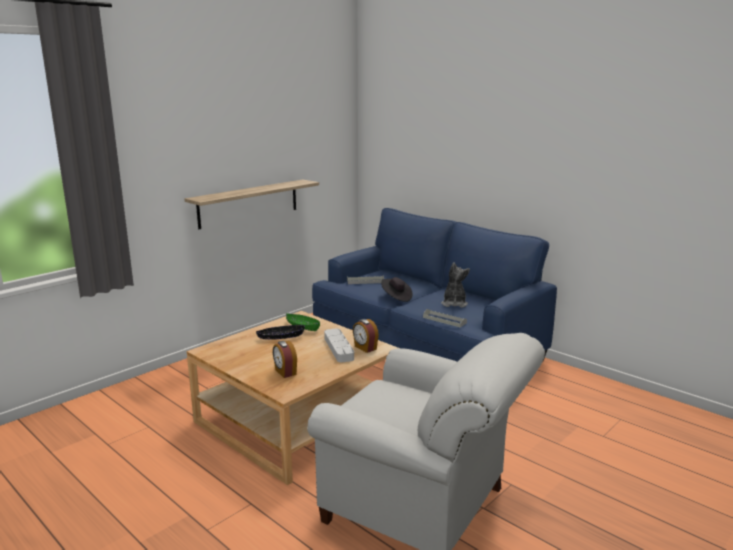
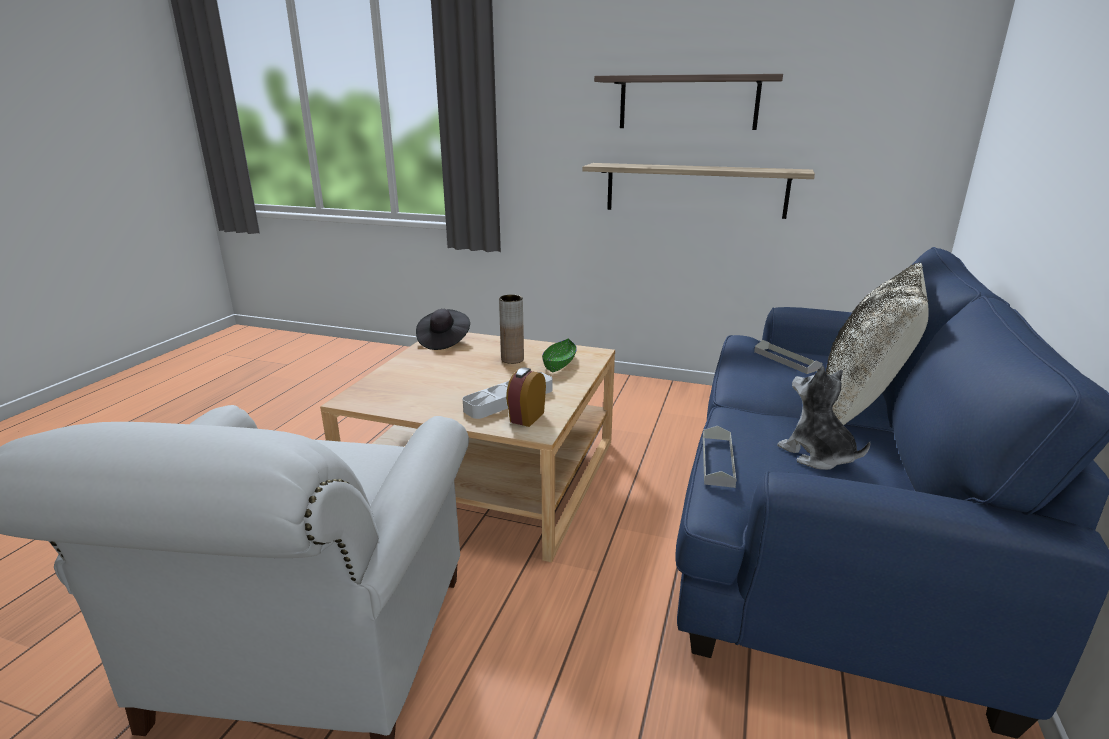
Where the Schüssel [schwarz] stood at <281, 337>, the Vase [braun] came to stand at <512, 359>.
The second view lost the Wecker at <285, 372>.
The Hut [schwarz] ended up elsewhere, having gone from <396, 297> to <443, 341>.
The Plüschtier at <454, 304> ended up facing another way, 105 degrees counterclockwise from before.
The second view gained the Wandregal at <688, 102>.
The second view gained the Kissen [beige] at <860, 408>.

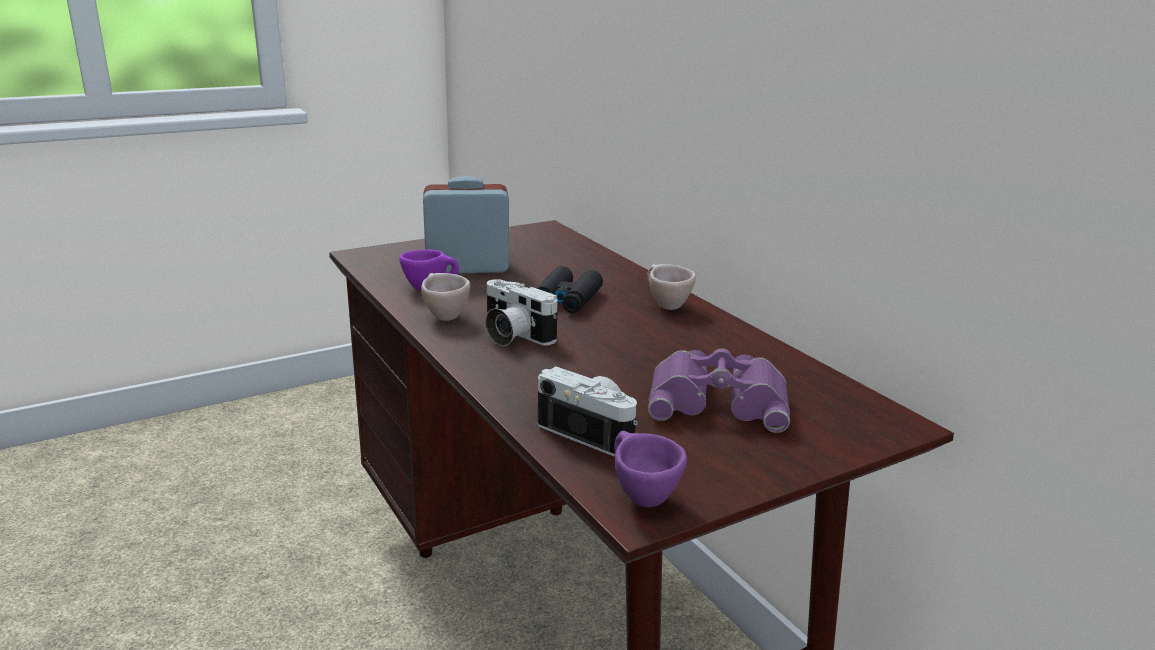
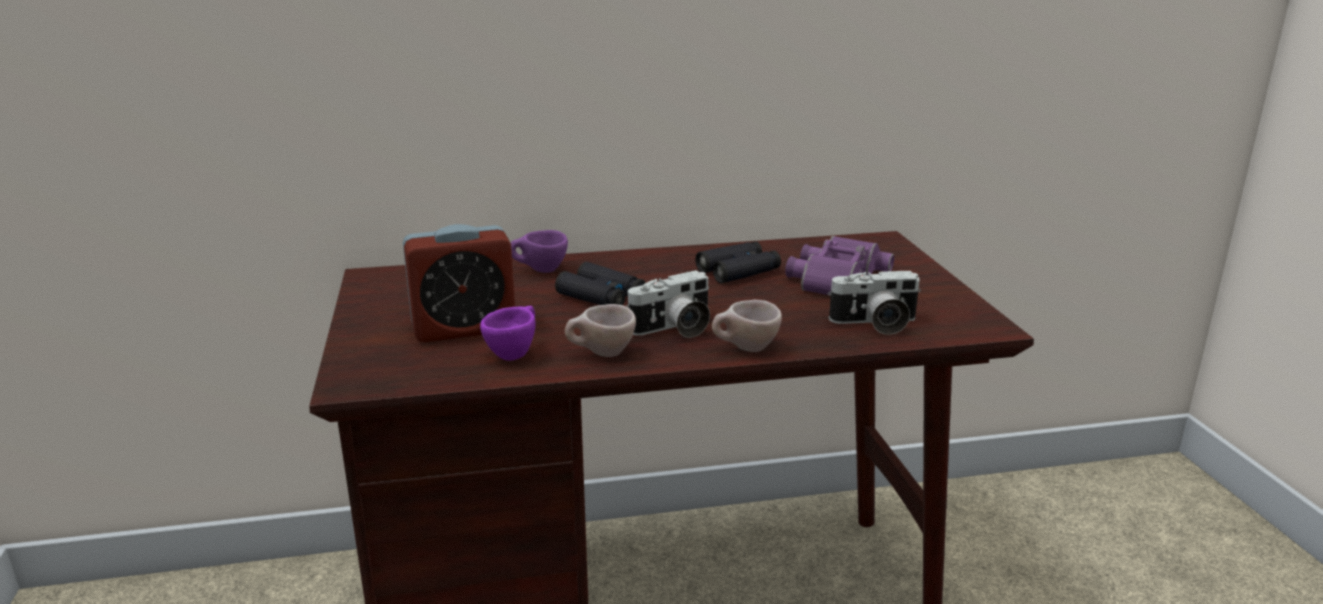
The Wecker at <467, 267> ended up facing another way, 120 degrees counterclockwise from before.
The Kamera at <593, 432> ended up facing another way, 150 degrees counterclockwise from before.
The Tasse [lila] ended up elsewhere, having gone from <639, 495> to <539, 271>.
The Tasse [beige] ended up elsewhere, having gone from <664, 305> to <745, 349>.
The second view gained the Fernglas [schwarz] at <738, 271>.

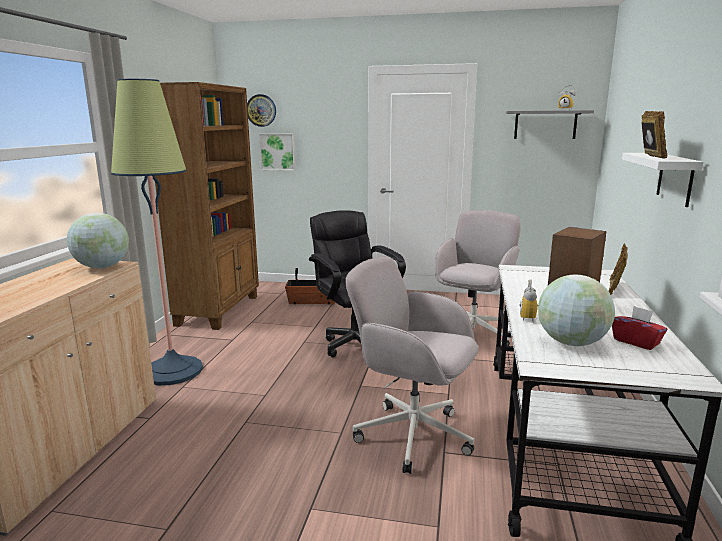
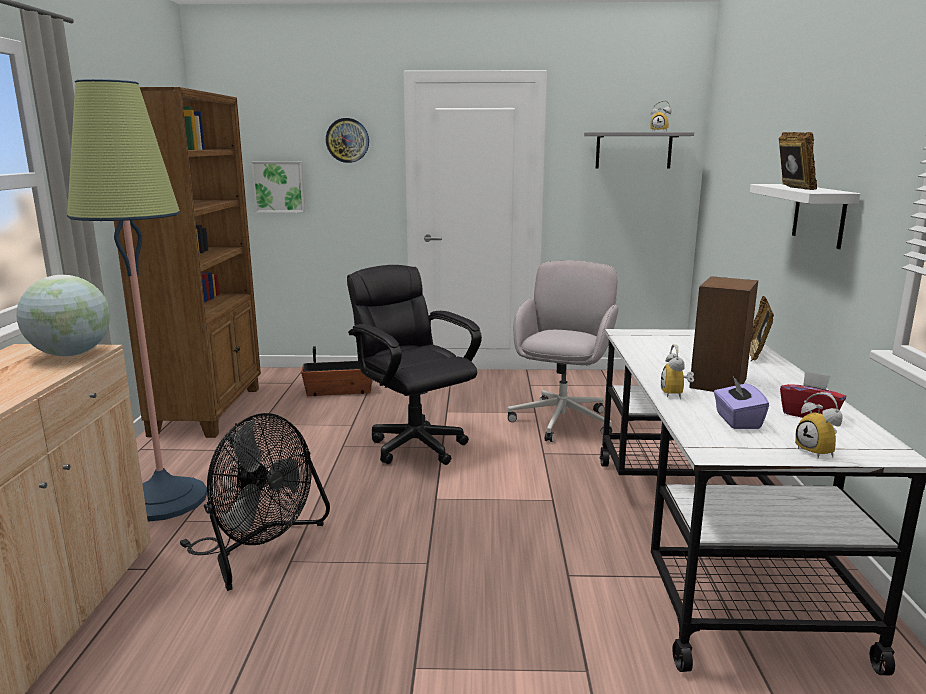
The Wanduhr ended up elsewhere, having gone from <261, 110> to <347, 140>.
The second view lost the Bürostuhl [grau] at <412, 435>.
Where the Globus stood at <571, 343>, the Taschentuchbox [lila] came to stand at <737, 421>.
The second view gained the Ventilator [schwarz] at <255, 549>.
The second view gained the Wecker at <819, 452>.

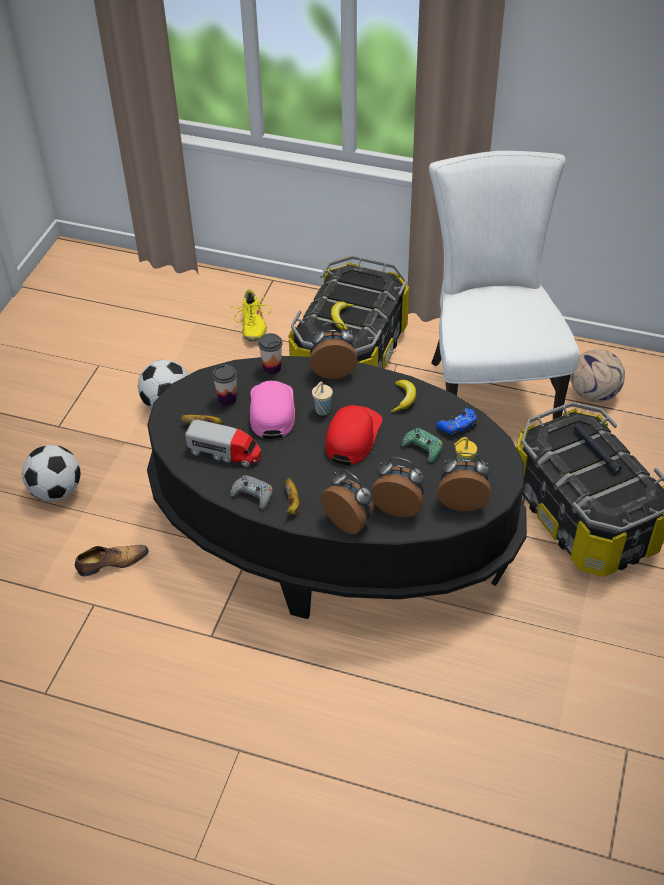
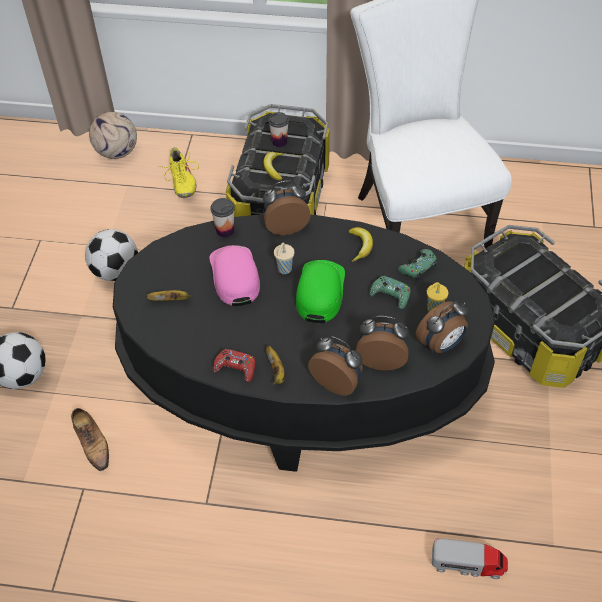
The Schuh at <111, 563> ended up facing another way, 90 degrees clockwise from before.
The Spielzeuglaster ended up elsewhere, having gone from <225, 452> to <468, 563>.
The Tasse ended up elsewhere, having gone from <227, 399> to <279, 142>.
What was the Gamepad [grau] at <253, 495> turned into the Gamepad [rot] at <235, 368>.
What was the Kappe [rot] at <352, 436> turned into the Kappe [grün] at <320, 292>.
What was the Gamepad [blau] at <457, 425> turned into the Gamepad [grün] at <418, 267>.
The Wecker at <462, 501> ended up facing another way, 150 degrees clockwise from before.
The Fußball ended up elsewhere, having gone from <593, 393> to <117, 152>.
The second view lost the Taschenlampe [schwarz] at <595, 451>.

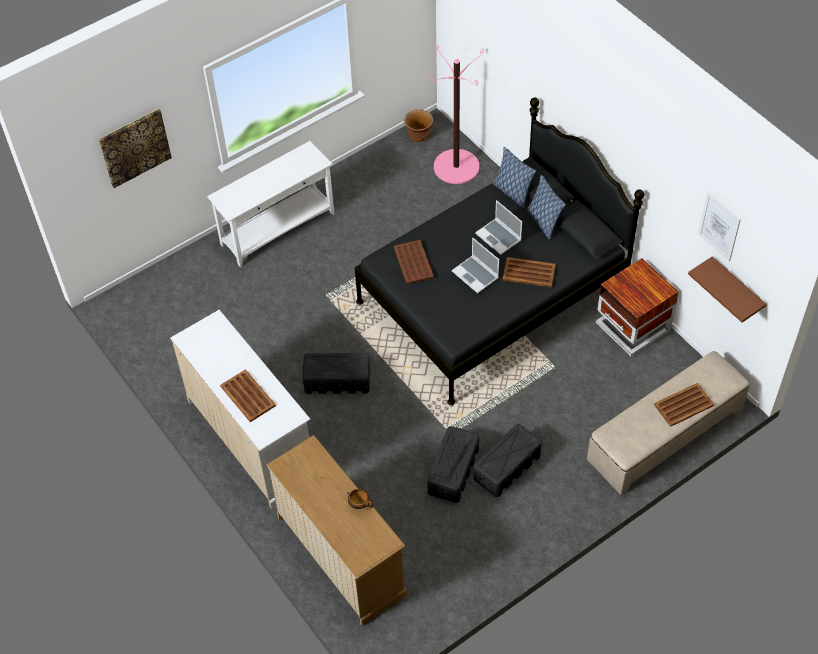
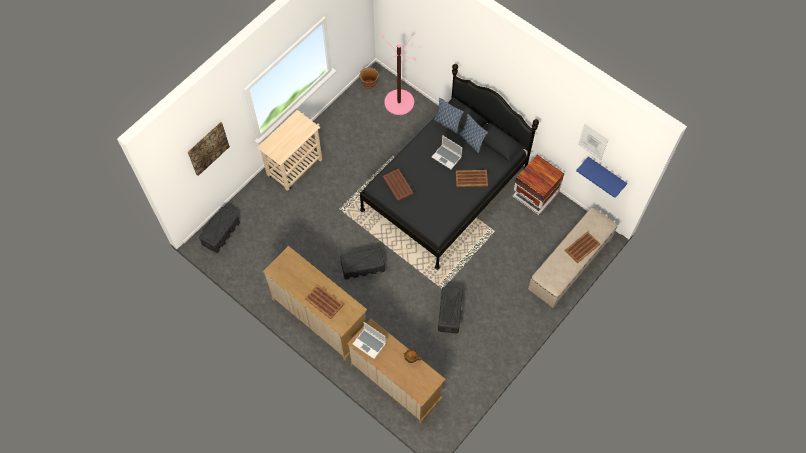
What was the Kommode [weiß] at <252, 438> turned into the Kommode [braun] at <320, 316>.
Where the Konsolentisch [weiß] stood at <278, 229>, the Rollwagen [beige] came to stand at <295, 167>.
The Laptop ended up elsewhere, having gone from <476, 275> to <370, 343>.
The Aufbewahrungsbox [schwarz] ended up elsewhere, having gone from <507, 467> to <221, 233>.
What was the Wandregal [braun] at <736, 288> turned into the Wandregal [blau] at <606, 173>.

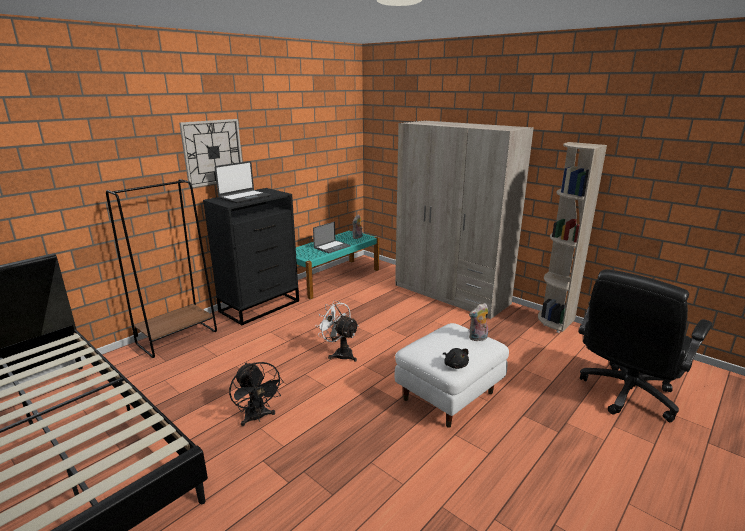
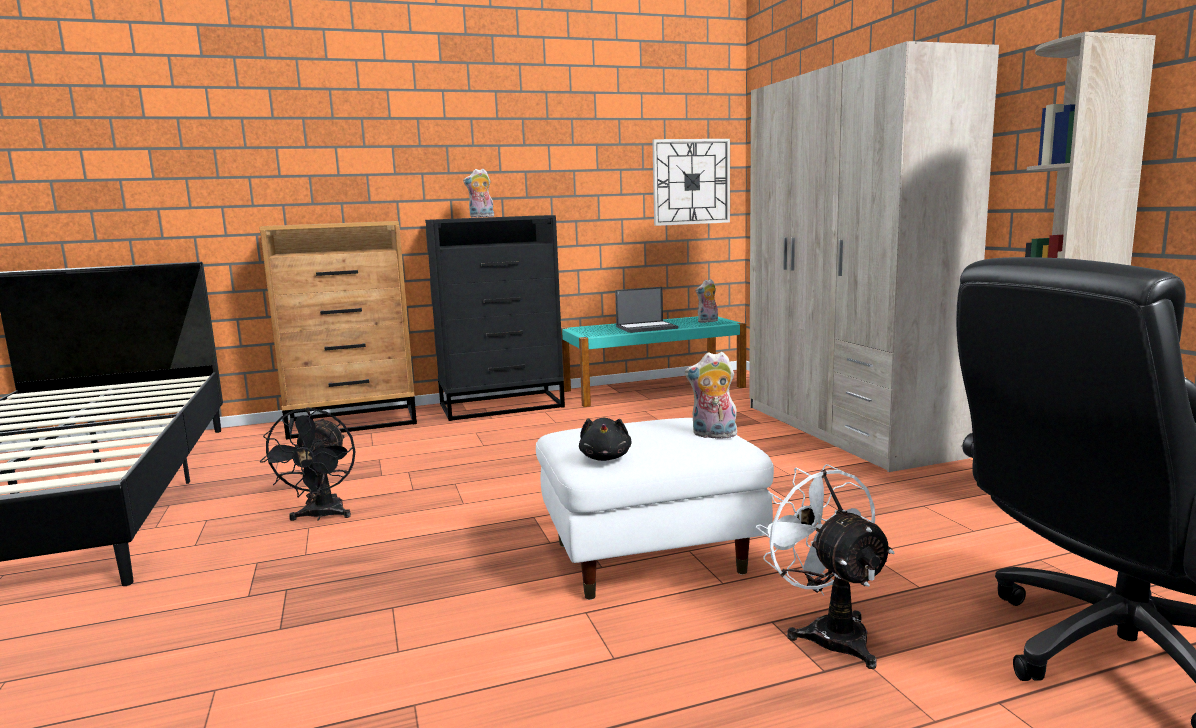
Where the Kleiderständer stood at <177, 338>, the Kommode [braun] came to stand at <354, 422>.
The Wanduhr ended up elsewhere, having gone from <213, 152> to <691, 182>.
Where the Laptop stood at <244, 197>, the Plüschtier came to stand at <481, 217>.
The Ventilator [weiß] ended up elsewhere, having gone from <340, 353> to <828, 632>.

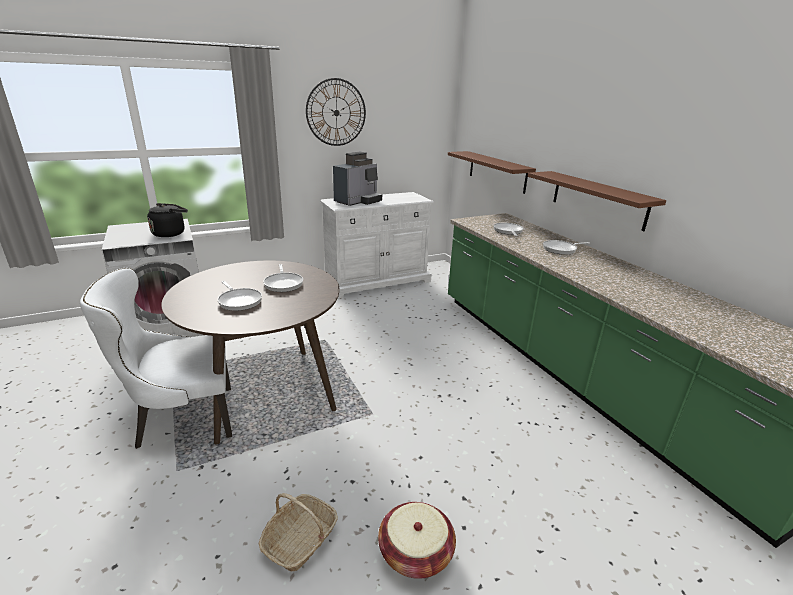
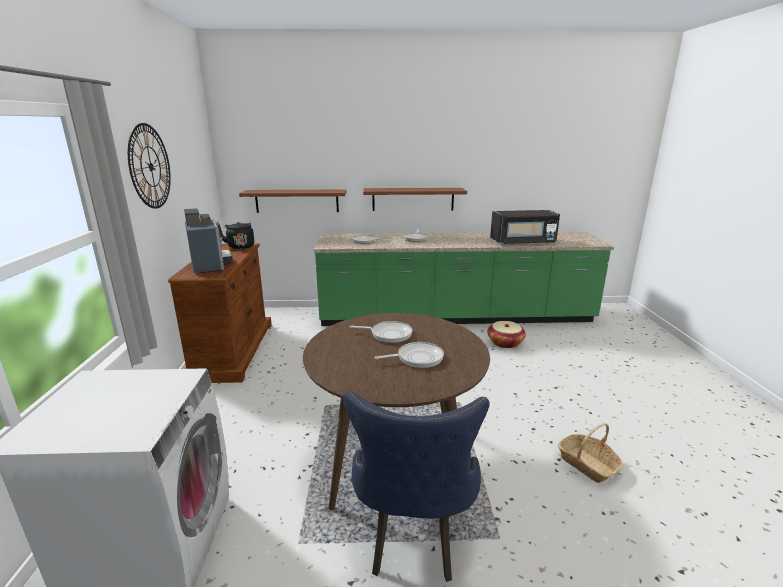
What was the Stuhl [weiß] at <182, 419> turned into the Stuhl [blau] at <413, 533>.
The Wasserkessel [schwarz] ended up elsewhere, having gone from <170, 233> to <240, 246>.
What was the Kommode [weiß] at <377, 280> turned into the Kommode [braun] at <232, 350>.
The Korb ended up elsewhere, having gone from <415, 552> to <505, 343>.
The second view gained the Mikrowelle [schwarz] at <523, 242>.

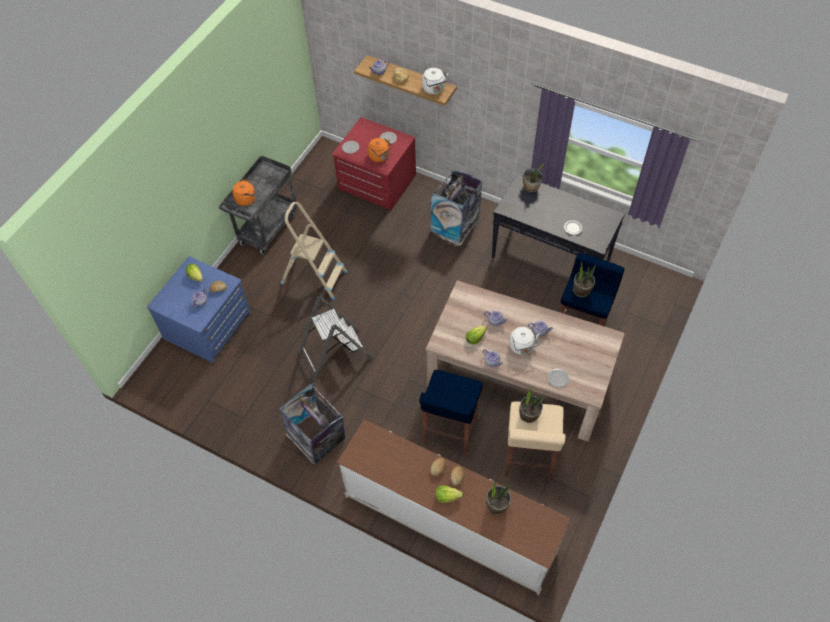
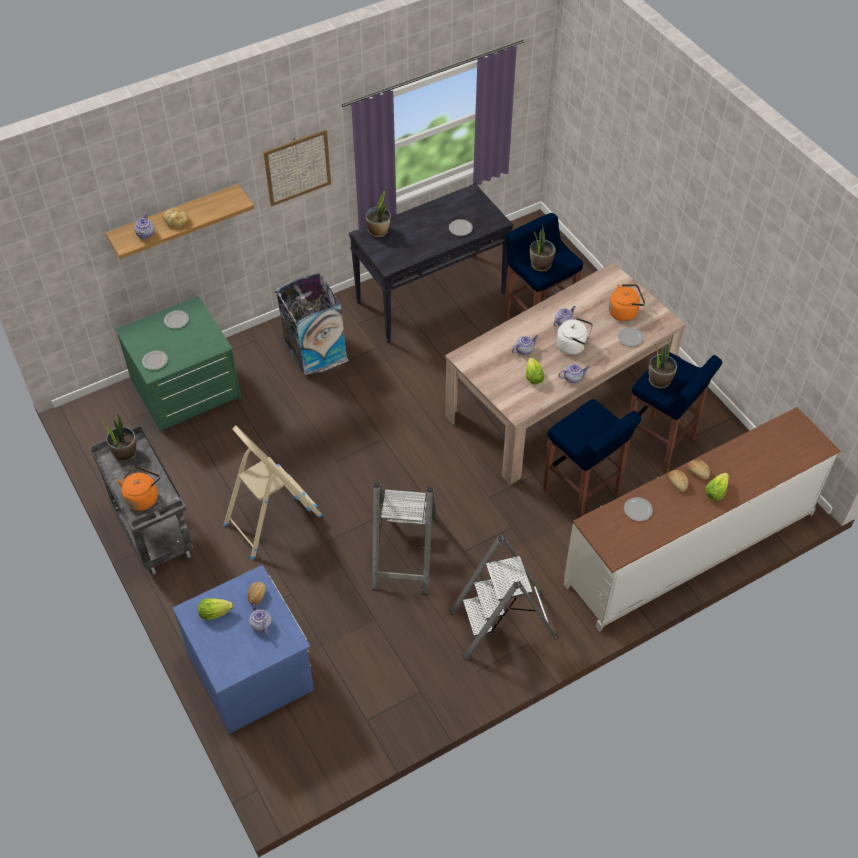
Where the Mülleimer stood at <317, 438>, the Trittleiter [grau] came to stand at <504, 624>.
What was the Kommode [rot] at <376, 183> turned into the Kommode [grün] at <186, 390>.
The Wasserkessel [orange] ended up elsewhere, having gone from <380, 157> to <624, 312>.
The second view lost the Wasserkessel [weiß] at <434, 89>.
The Topfpflanze ended up elsewhere, having gone from <497, 505> to <125, 453>.
What was the Hocker [beige] at <528, 460> turned into the Hocker [blau] at <659, 444>.
The second view gained the Bild at <297, 166>.
The second view gained the Teller at <637, 509>.

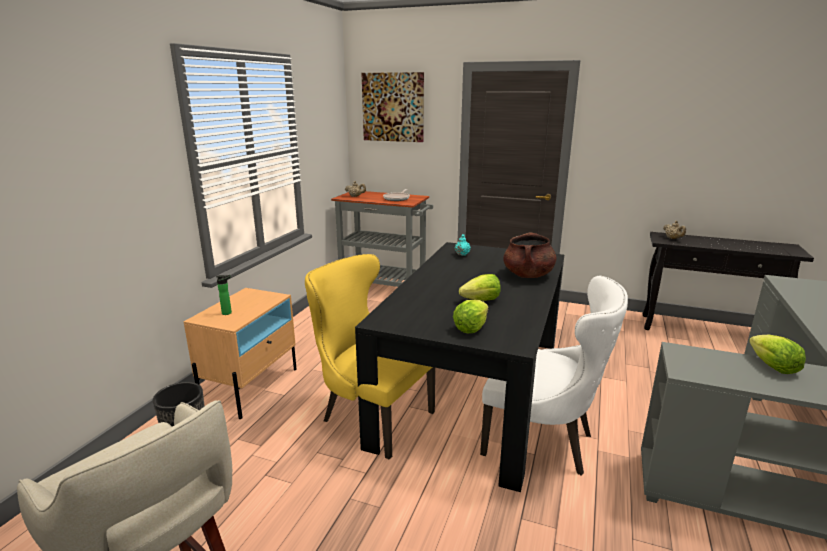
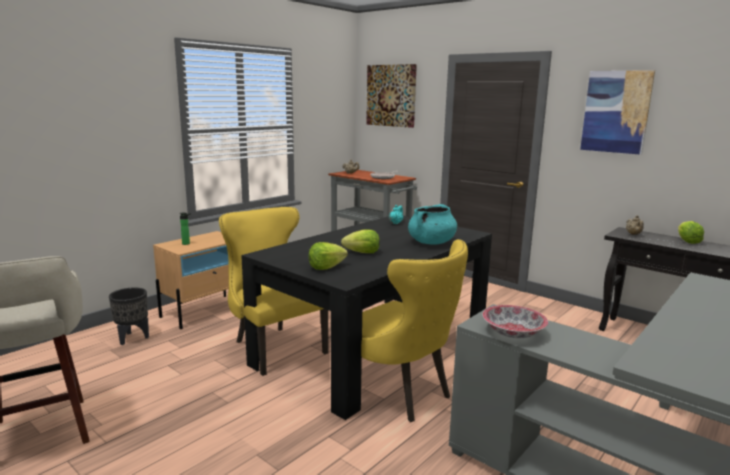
What was the Stuhl [weiß] at <542, 442> turned into the Stuhl [gelb] at <400, 392>.
What was the Kochtopf [braun] at <528, 275> turned into the Kochtopf [türkis] at <431, 242>.
The Salatkopf ended up elsewhere, having gone from <772, 366> to <687, 241>.
The second view gained the Schüssel at <513, 333>.
The second view gained the Bild at <616, 112>.

